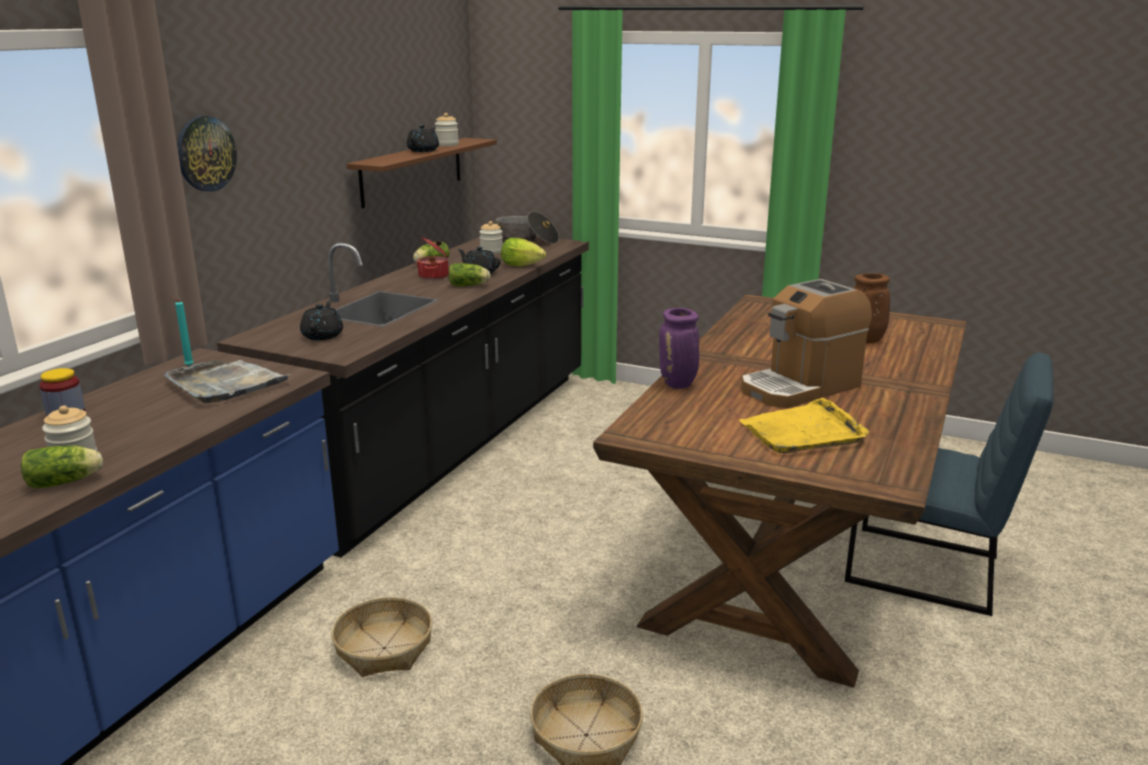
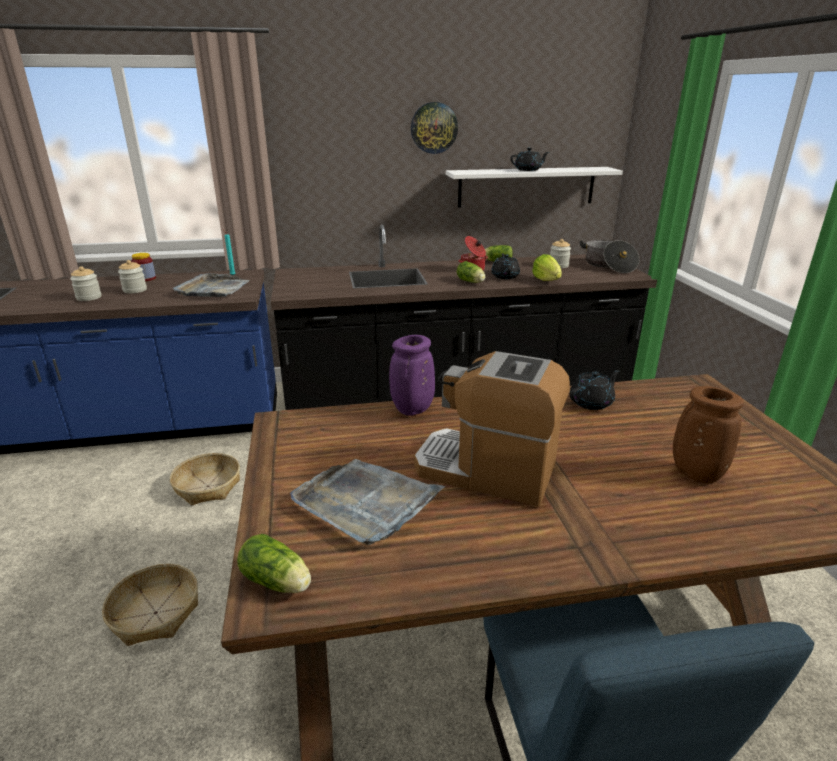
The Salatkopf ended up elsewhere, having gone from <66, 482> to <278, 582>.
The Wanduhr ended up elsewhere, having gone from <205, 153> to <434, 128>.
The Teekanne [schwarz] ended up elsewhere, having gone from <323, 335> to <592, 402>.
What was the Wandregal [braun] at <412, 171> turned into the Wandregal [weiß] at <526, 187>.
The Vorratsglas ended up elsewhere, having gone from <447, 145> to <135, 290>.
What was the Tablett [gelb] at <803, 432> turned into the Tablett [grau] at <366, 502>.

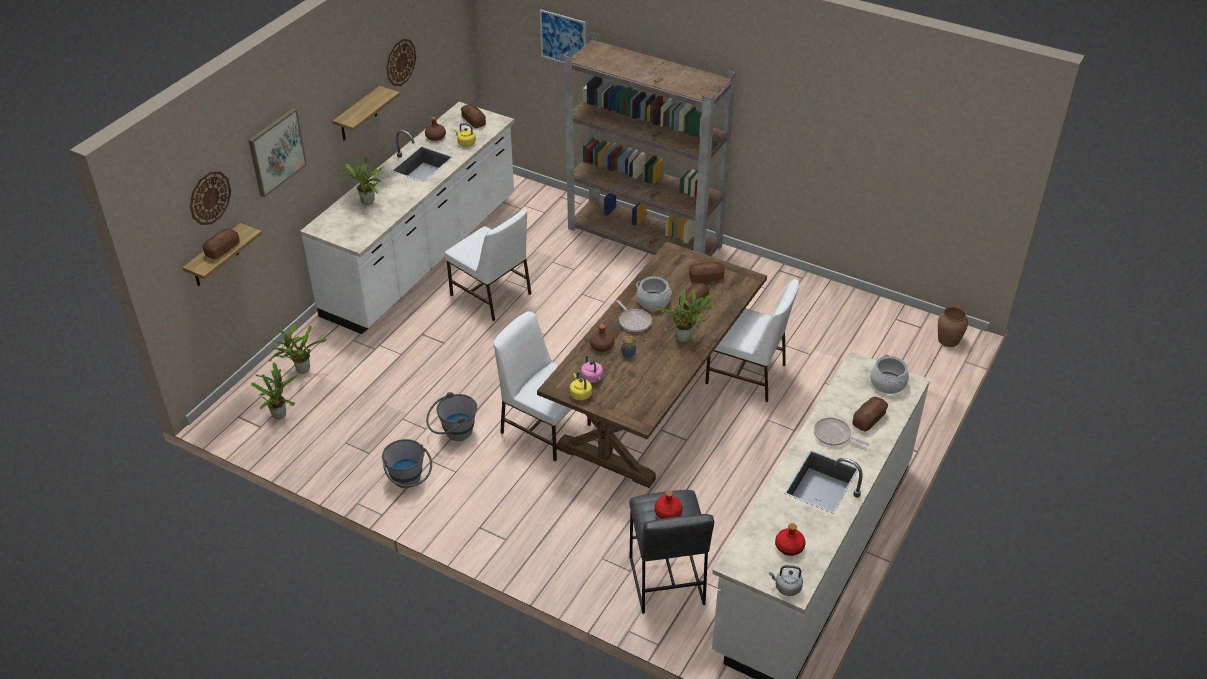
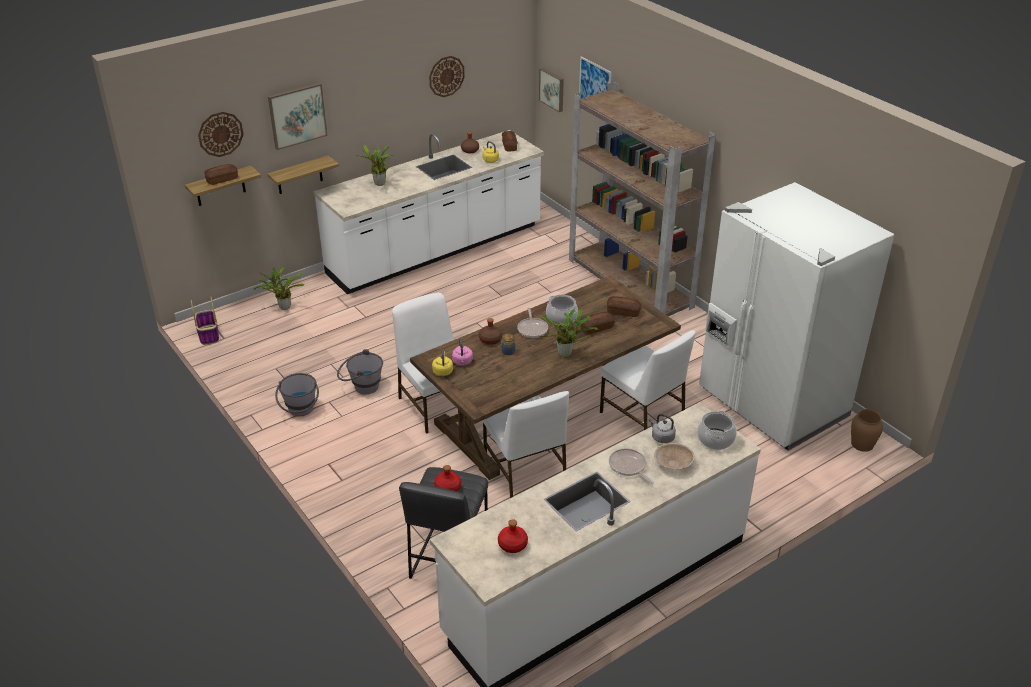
The second view lost the Topfpflanze at <280, 413>.
The Wandregal ended up elsewhere, having gone from <358, 115> to <299, 175>.
The Stuhl [weiß] ended up elsewhere, having gone from <491, 295> to <524, 471>.
The Wasserkessel [grau] ended up elsewhere, having gone from <786, 587> to <661, 437>.
Where the Brot stood at <869, 419>, the Schüssel [beige] came to stand at <672, 464>.
The second view gained the Korb at <208, 335>.
The second view gained the Bild at <552, 89>.
The second view gained the Kühlschrank [weiß] at <772, 403>.

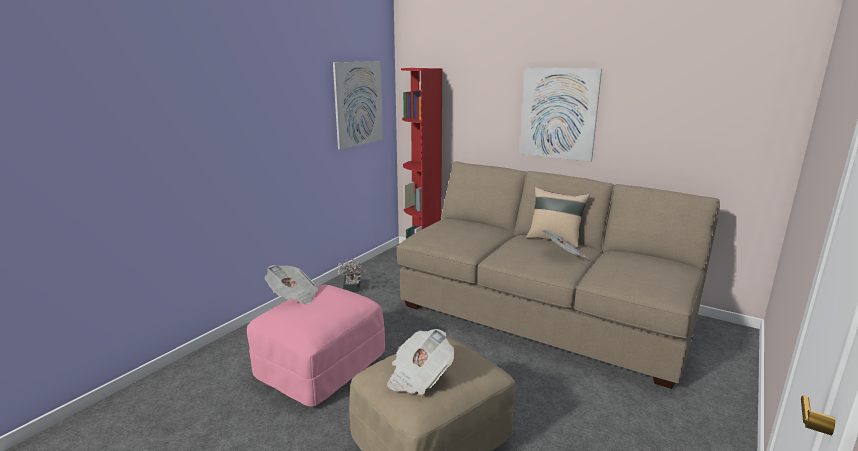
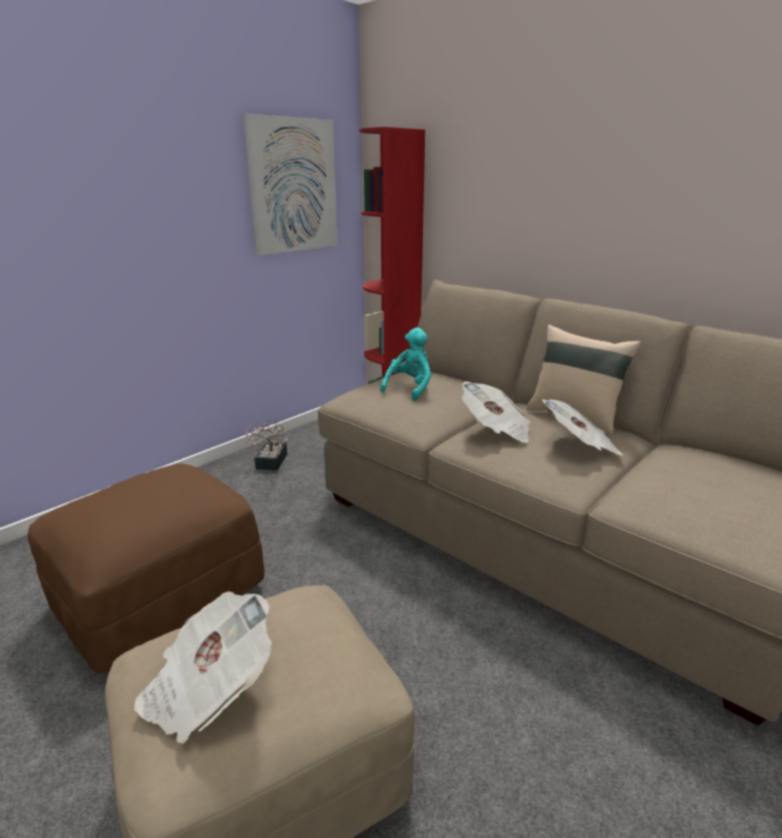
What was the Polsterhocker [rosa] at <321, 367> turned into the Polsterhocker [braun] at <160, 595>.
The Zeitung ended up elsewhere, having gone from <293, 296> to <496, 430>.
The second view lost the Bild at <558, 113>.
The second view gained the Plüschtier [türkis] at <410, 388>.

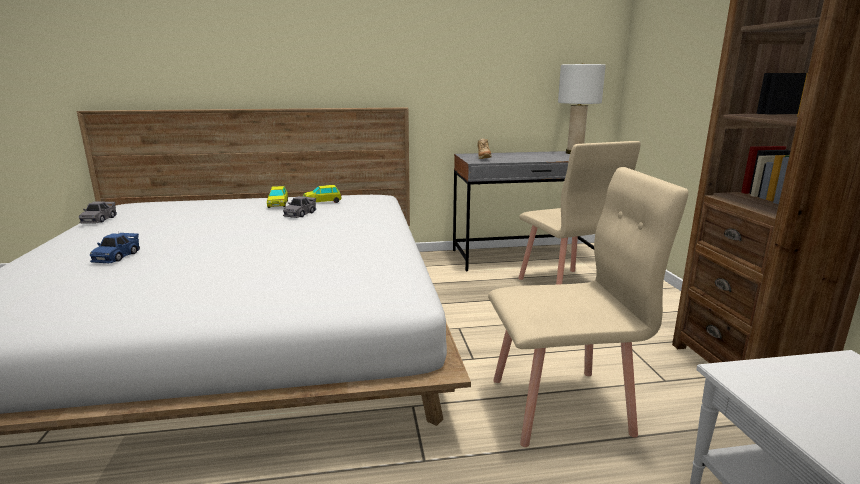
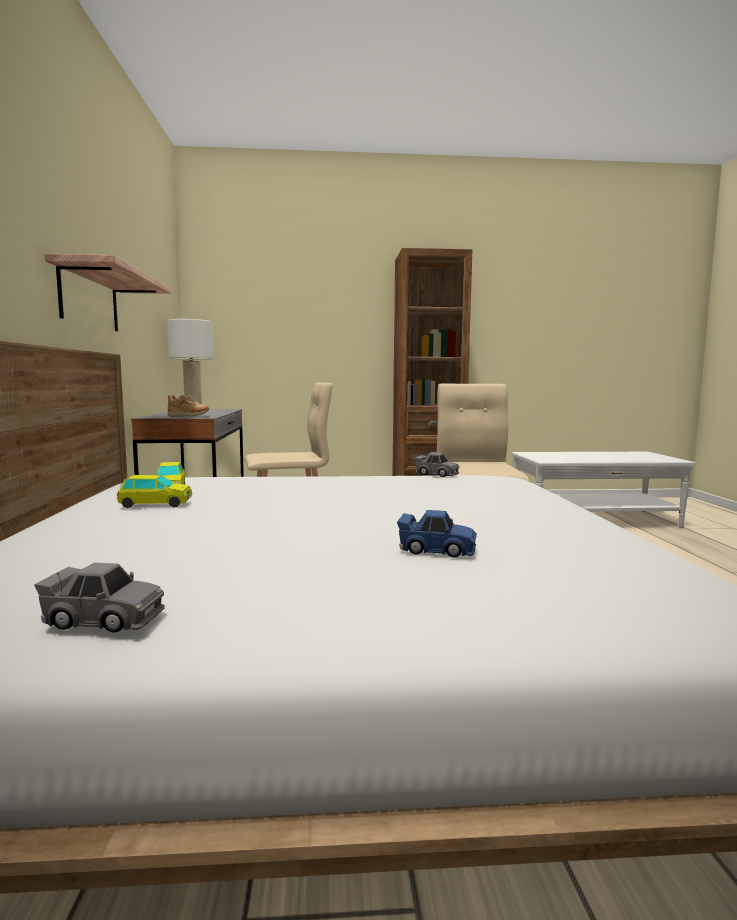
The Spielzeugauto [grau] ended up elsewhere, having gone from <300, 214> to <437, 474>.
The second view gained the Wandregal at <89, 299>.

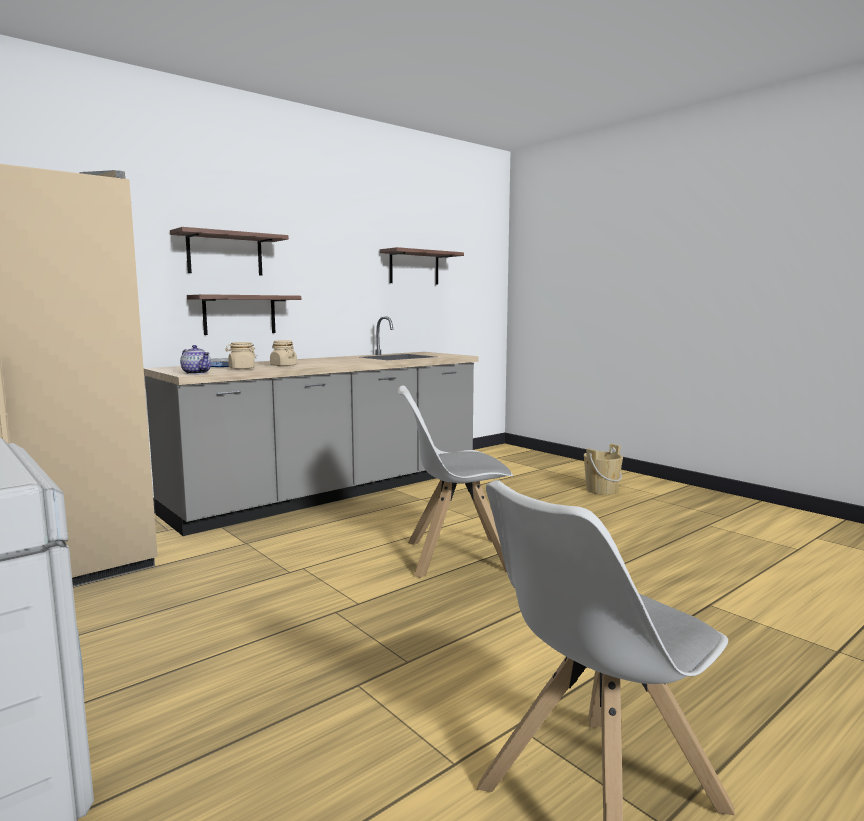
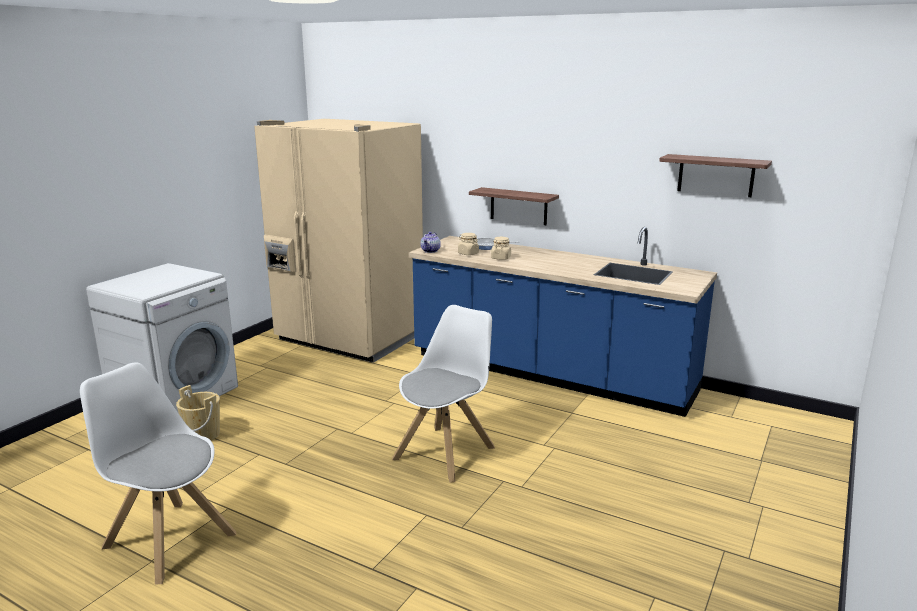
What was the Küchenzeile [grau] at <332, 492> turned into the Küchenzeile [blau] at <550, 374>.
The second view lost the Wandregal at <225, 254>.
The Stuhl at <455, 557> ended up facing another way, 60 degrees clockwise from before.
The Eimer [beige] ended up elsewhere, having gone from <601, 490> to <202, 435>.

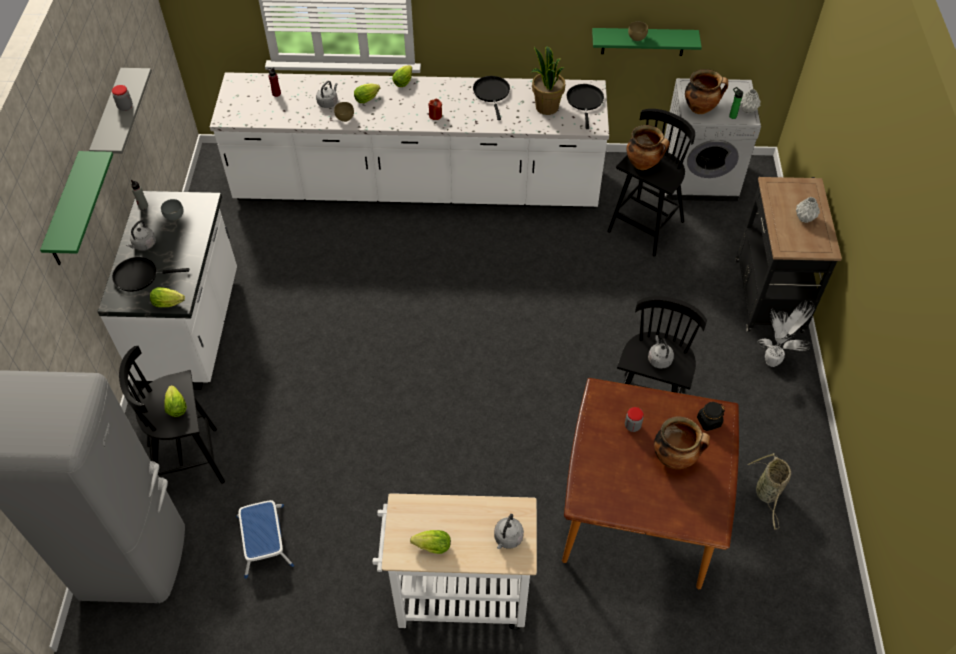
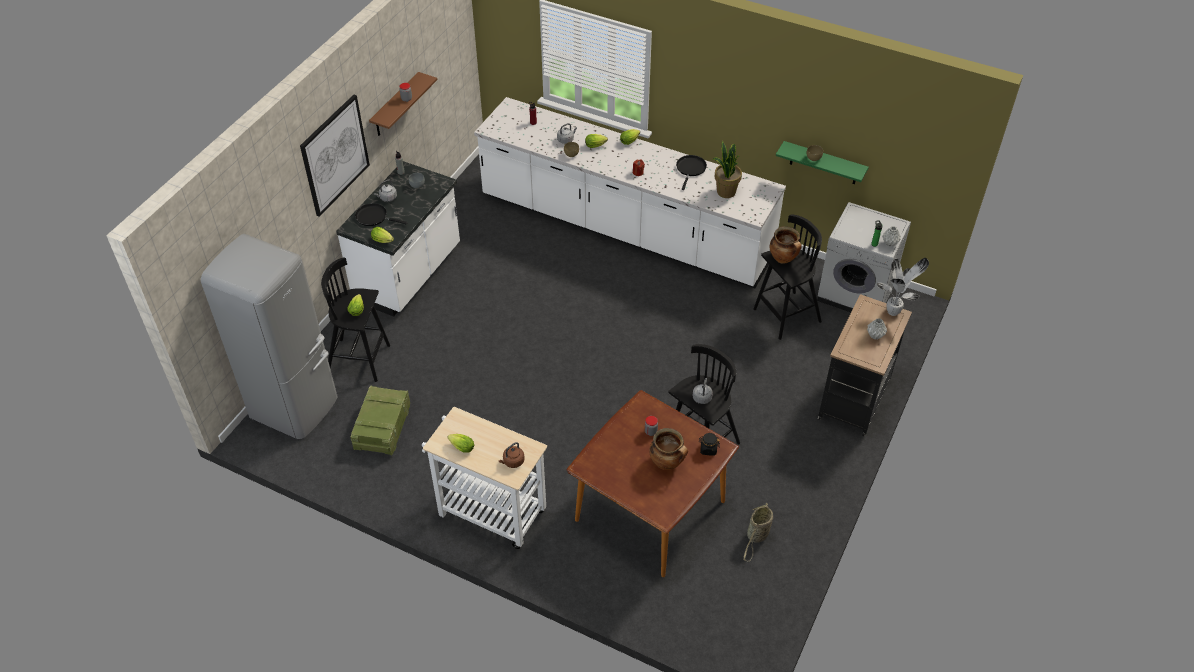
Where the Wandregal [grün] hung at <66, 212>, the Bild came to hang at <335, 155>.
What was the Wandregal [grau] at <110, 121> turned into the Wandregal [braun] at <395, 106>.
Where the Trittleiter [blau] stood at <265, 540>, the Kiste came to stand at <383, 427>.
What was the Wasserkessel [grau] at <507, 538> turned into the Wasserkessel [braun] at <512, 462>.
The second view lost the Pfanne [schwarz] at <585, 102>.
The second view lost the Kochtopf at <700, 108>.
The Topfpflanze ended up elsewhere, having gone from <773, 361> to <894, 312>.

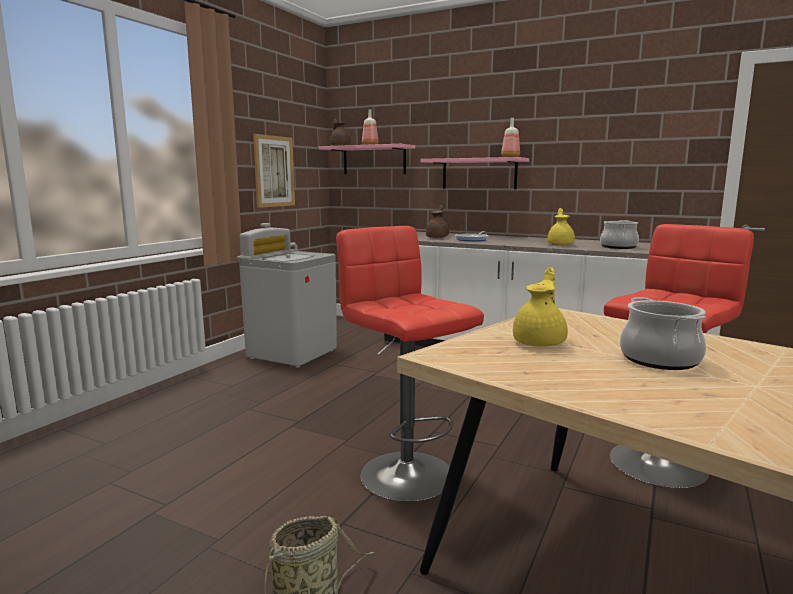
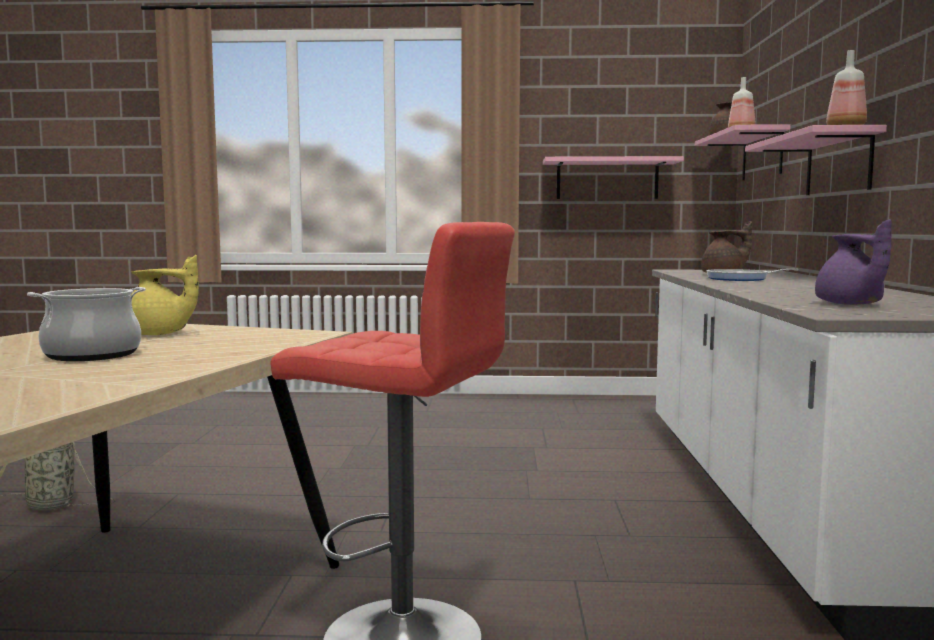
The second view lost the Waschmaschine [grau] at <292, 353>.
Where the Bild hung at <274, 171>, the Wandregal [rosa] came to hang at <607, 179>.
The second view lost the Hocker [rot] at <407, 474>.
The second view lost the Teekanne [gelb] at <560, 244>.
Where the Kochtopf stood at <618, 247>, the Teekanne [lila] came to stand at <850, 304>.

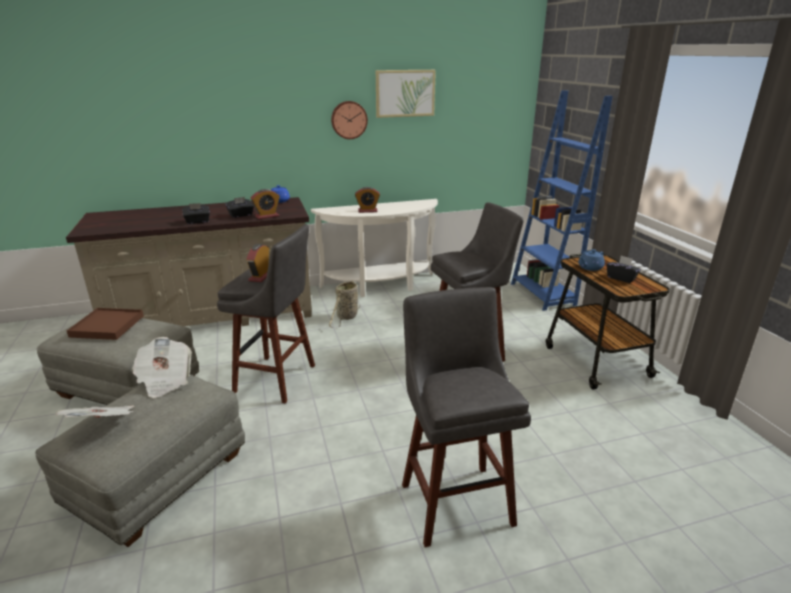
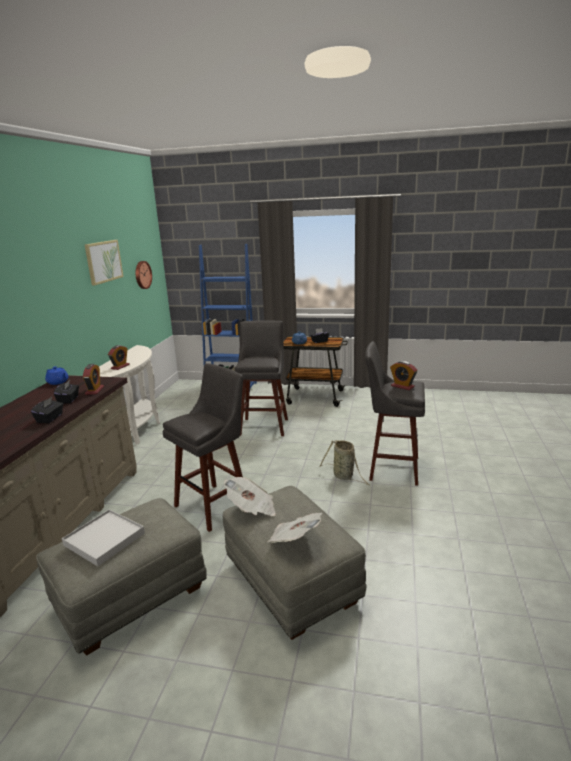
What was the Tablett [braun] at <107, 326> turned into the Tablett [weiß] at <104, 539>.
The Wecker ended up elsewhere, having gone from <260, 276> to <402, 386>.
The Korb ended up elsewhere, having gone from <346, 317> to <344, 476>.
The Wanduhr ended up elsewhere, having gone from <349, 120> to <142, 275>.

